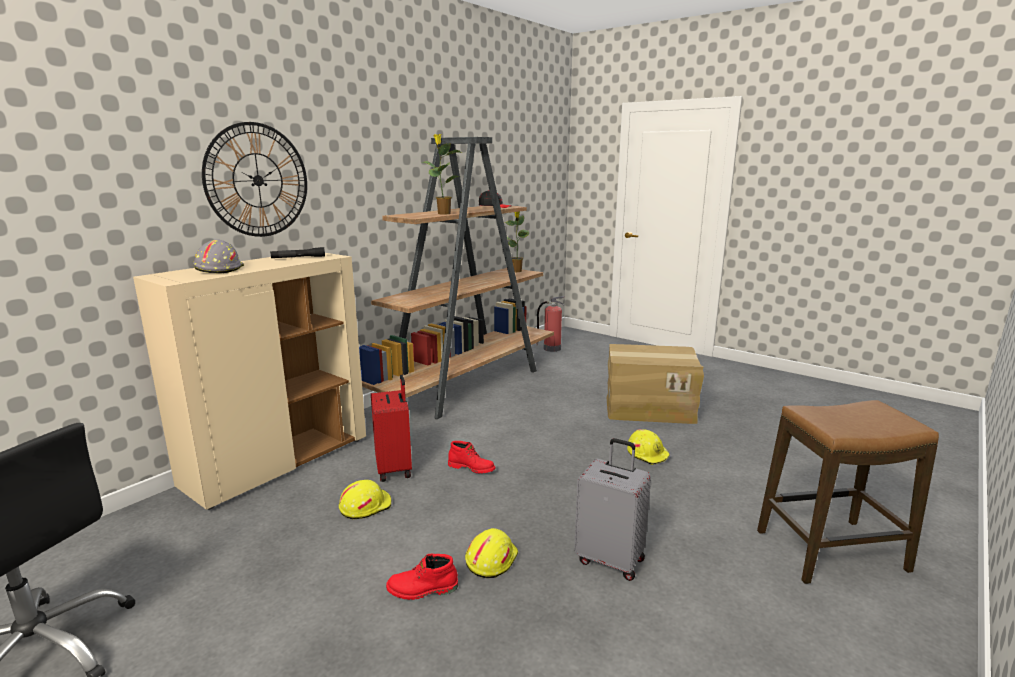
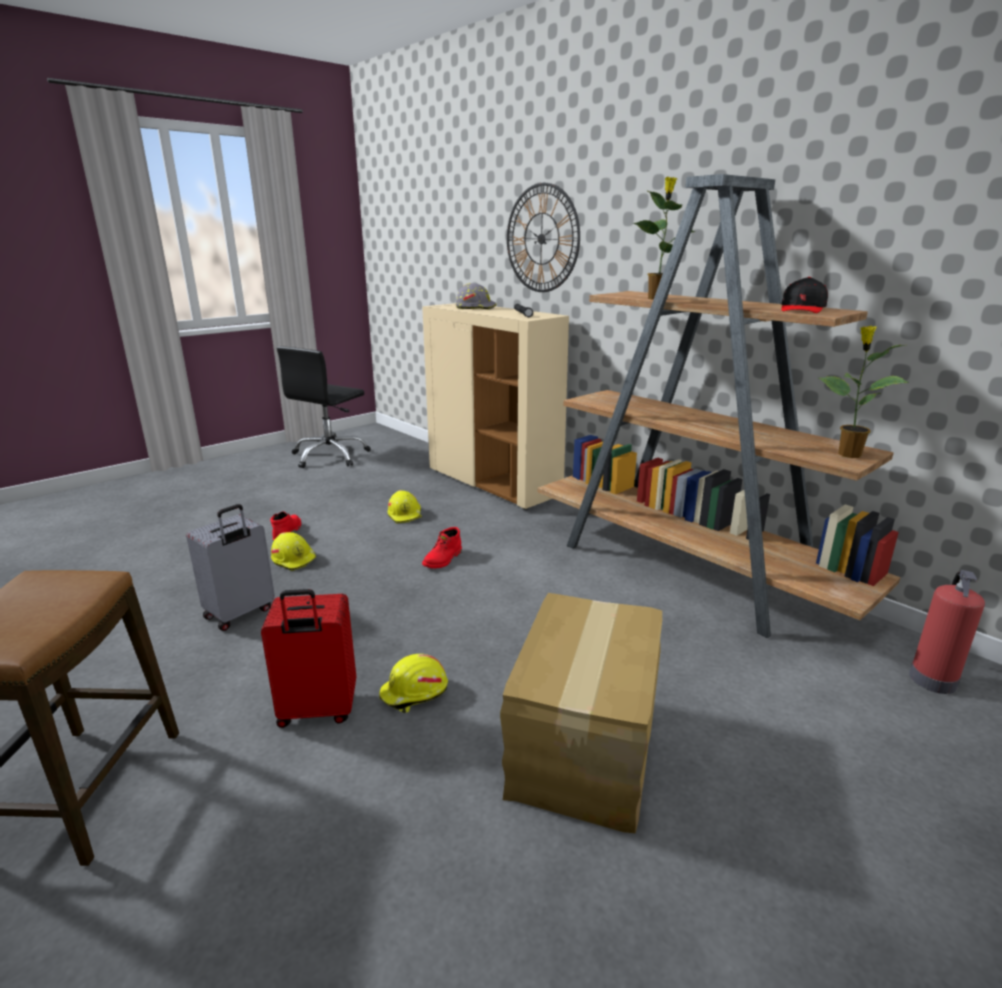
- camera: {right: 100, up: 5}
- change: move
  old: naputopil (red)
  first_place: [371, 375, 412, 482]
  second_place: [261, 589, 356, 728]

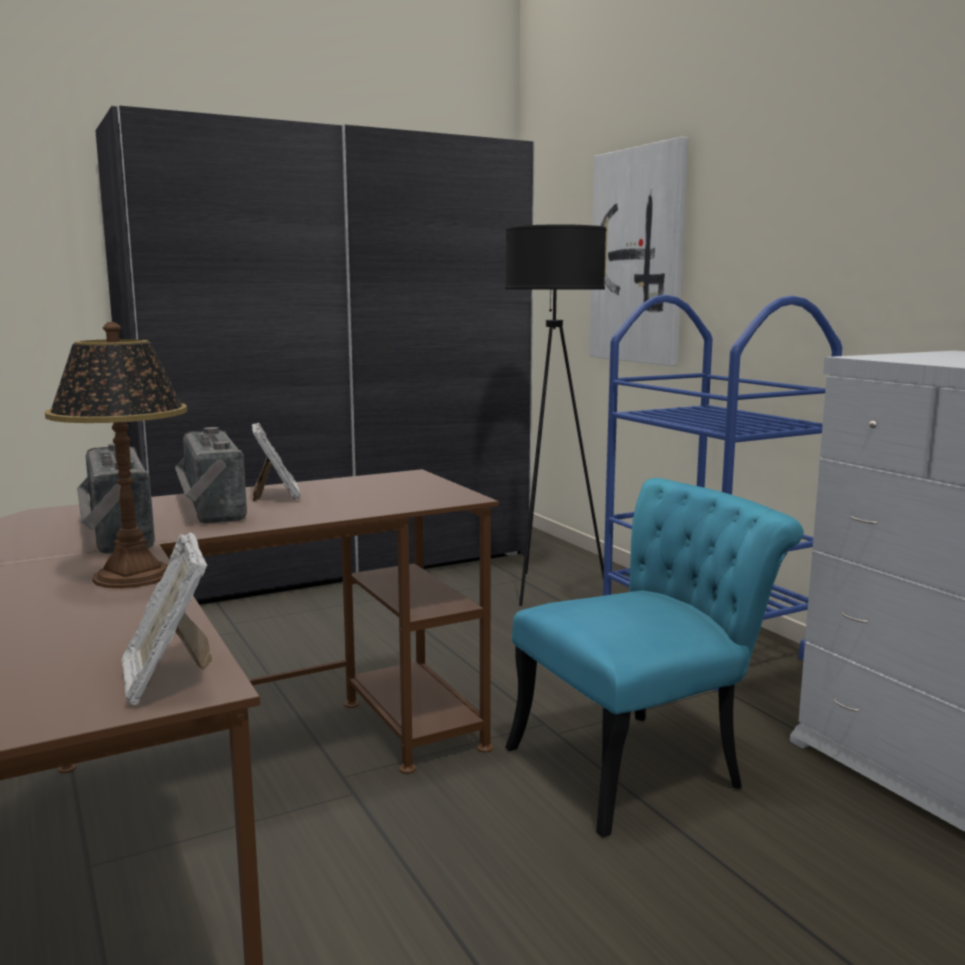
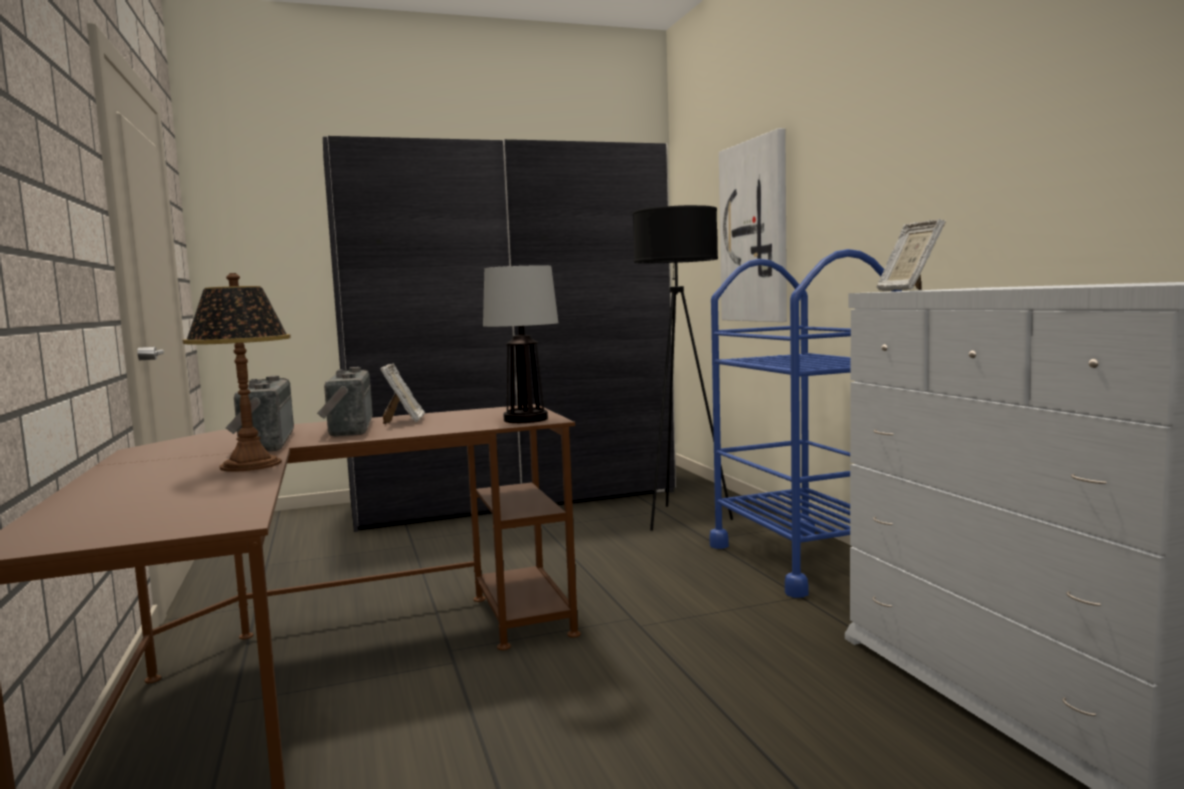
- camera: {right: 10, up: -5}
- change: insert
  new: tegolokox
  second_place: [483, 265, 558, 423]
- change: move
  old: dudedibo
  first_place: [122, 532, 212, 705]
  second_place: [876, 219, 946, 291]
- change: delete
  old: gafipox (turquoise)
  first_place: [505, 478, 804, 838]

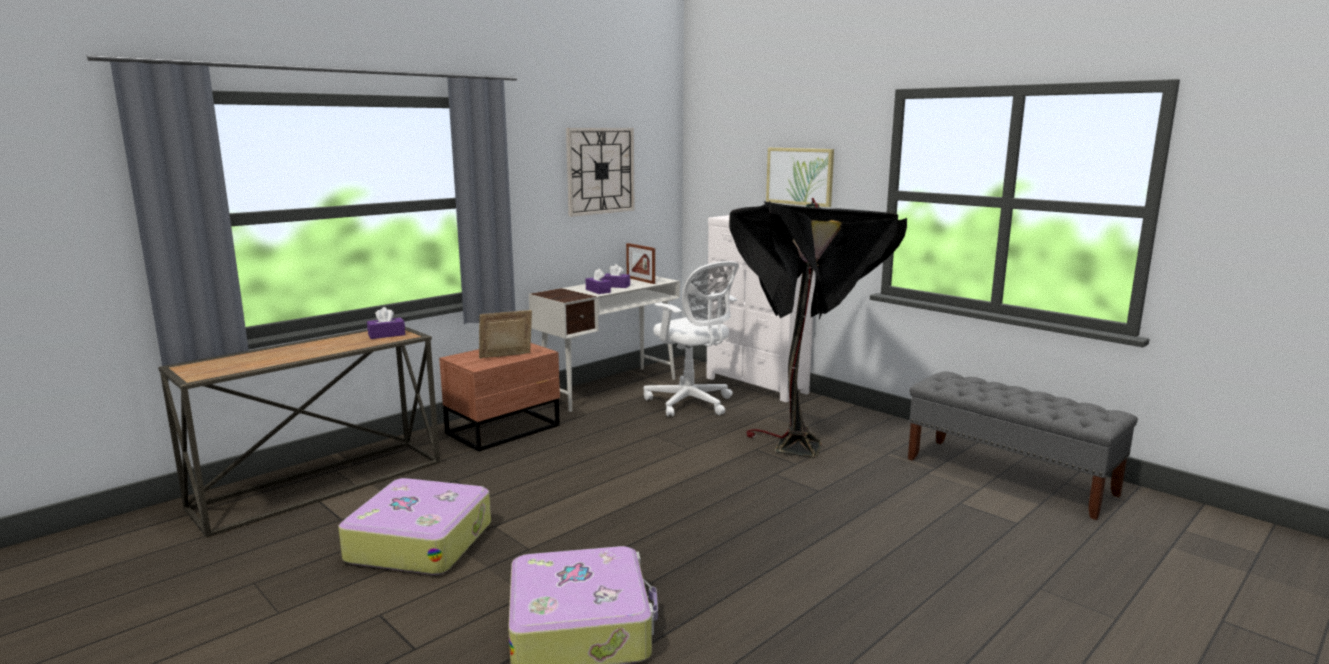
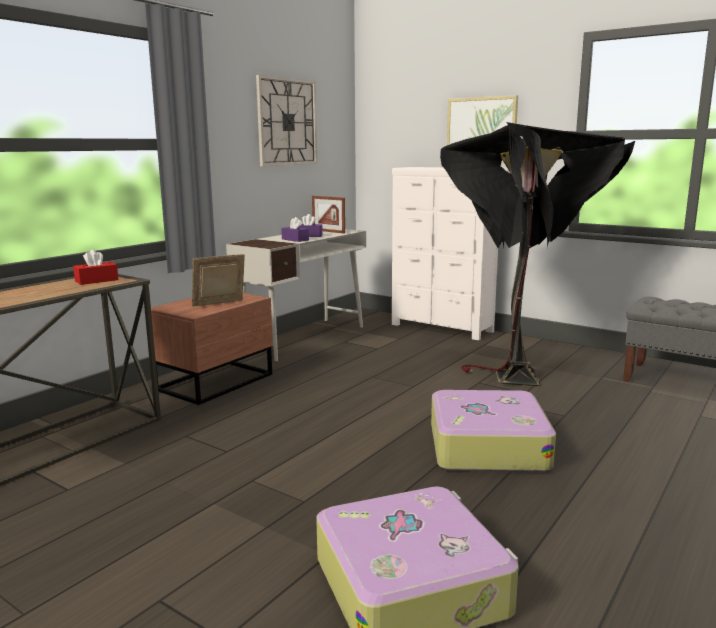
- camera: {right: -10, up: 0}
- change: recolor
  old: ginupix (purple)
  new: ginupix (red)
  first_place: [367, 307, 405, 339]
  second_place: [73, 249, 119, 285]
- change: move
  old: naputopil
  first_place: [339, 478, 491, 575]
  second_place: [431, 390, 556, 472]
- change: delete
  old: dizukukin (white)
  first_place: [643, 261, 739, 417]

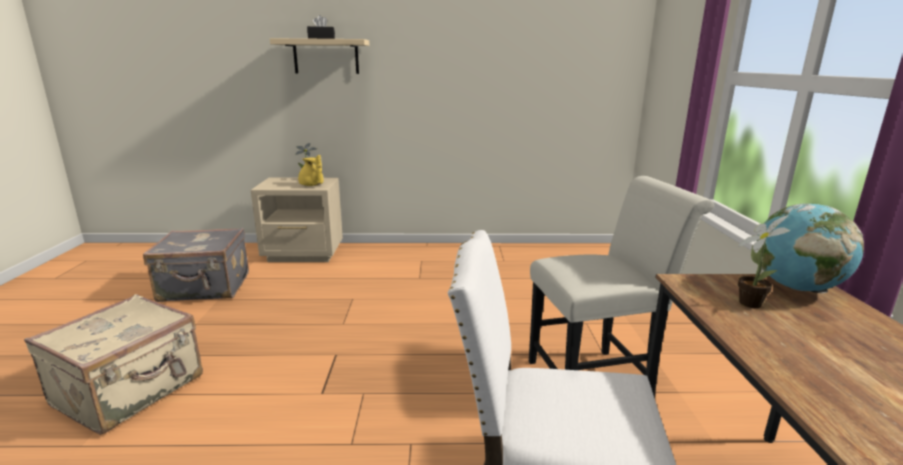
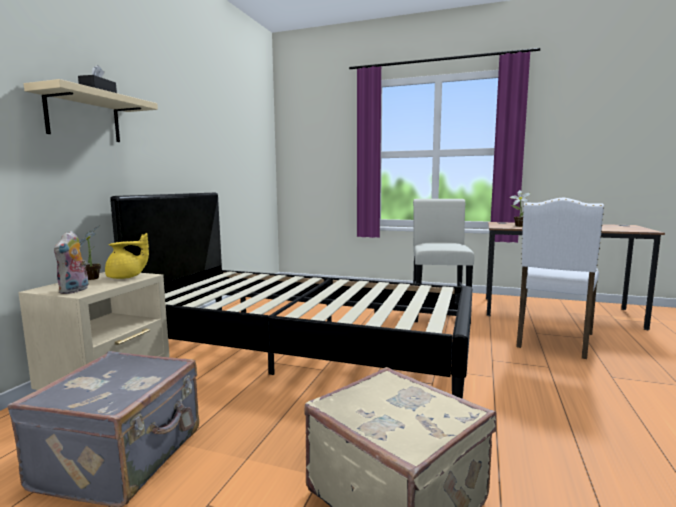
- camera: {right: -70, up: -10}
- change: insert
  new: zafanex
  second_place: [54, 231, 88, 294]
- change: insert
  new: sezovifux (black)
  second_place: [110, 193, 472, 399]
- change: delete
  old: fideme
  first_place: [756, 203, 864, 291]

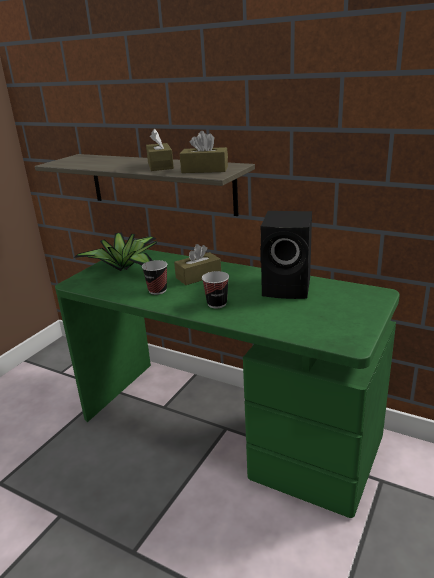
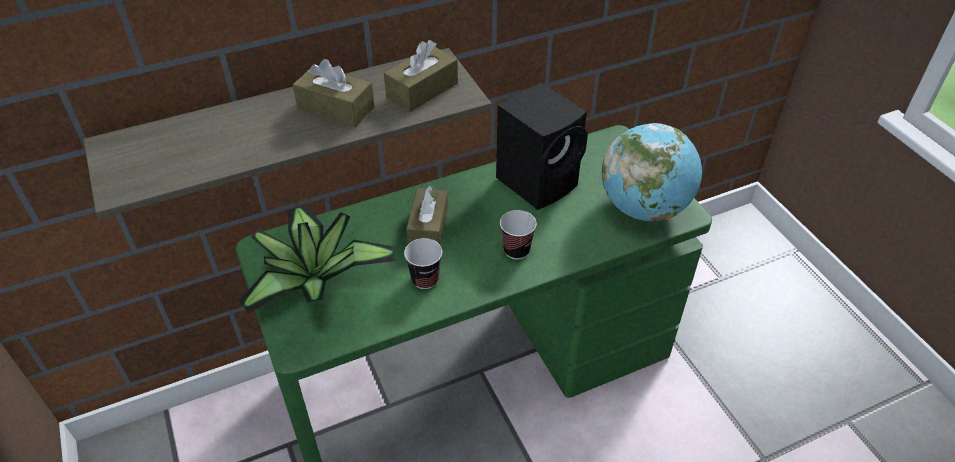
- camera: {right: -55, up: 20}
- change: insert
  new: fideme
  second_place: [602, 123, 702, 221]

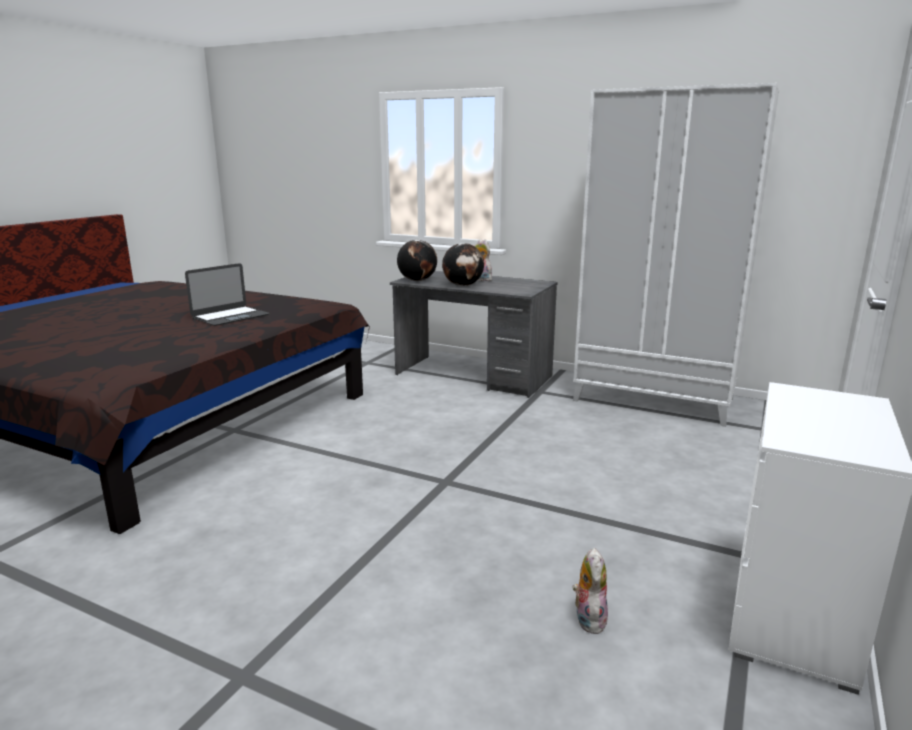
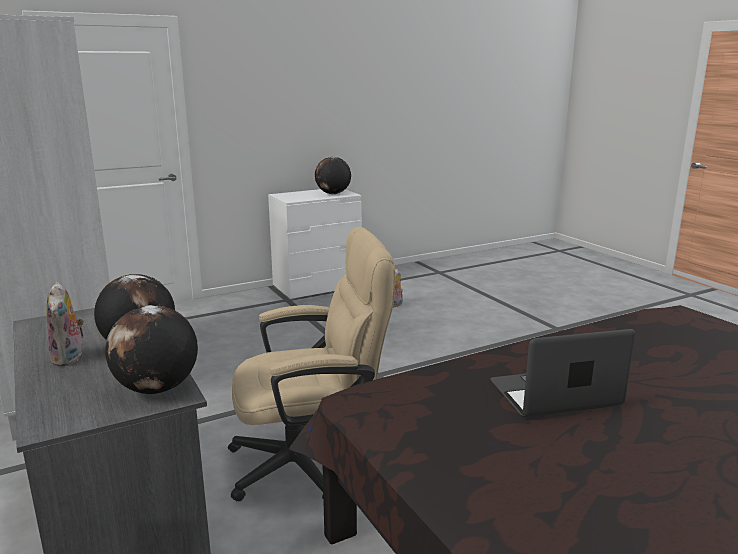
- camera: {right: -145, up: 0}
- change: insert
  new: dizukukin (beige)
  second_place: [228, 227, 395, 501]
- change: insert
  new: fideme
  second_place: [315, 157, 351, 194]

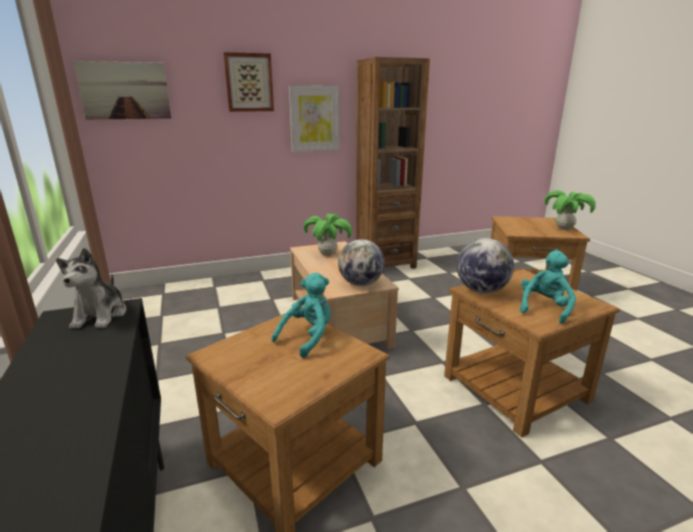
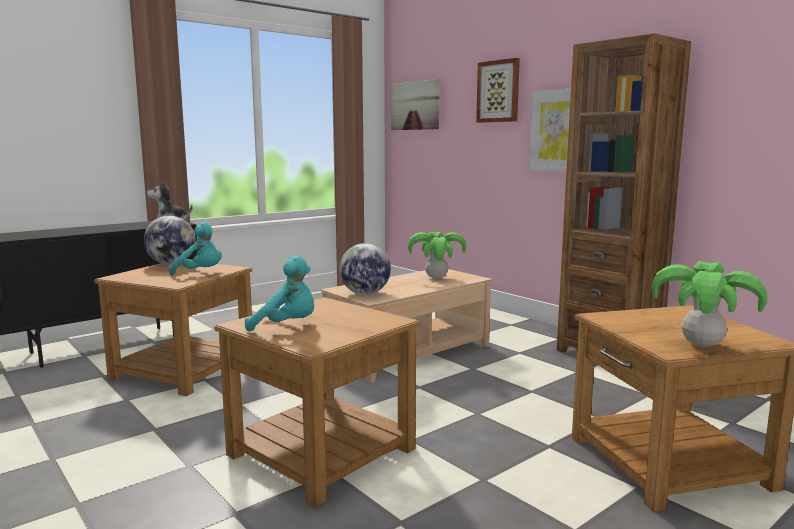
- camera: {right: 70, up: -10}
- change: move
  old: fideme
  first_place: [457, 238, 514, 293]
  second_place: [144, 216, 196, 265]

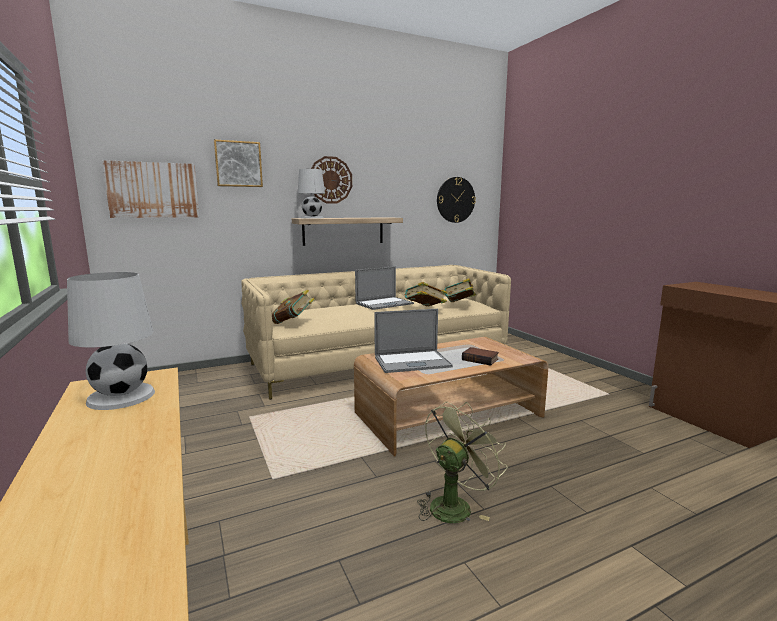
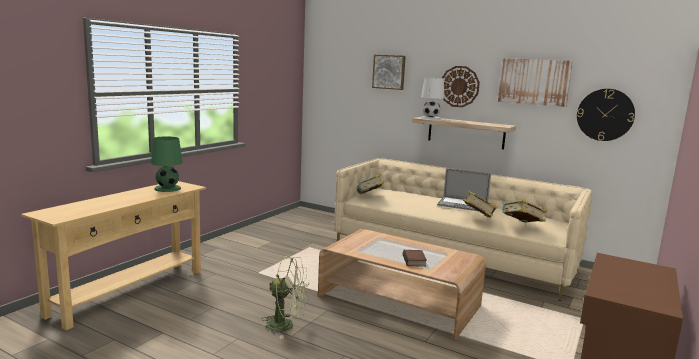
- camera: {right: 55, up: 0}
- change: recolor
  old: tegolokox (white)
  new: tegolokox (green)
  first_place: [67, 272, 155, 410]
  second_place: [151, 136, 183, 192]
- change: move
  old: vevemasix
  first_place: [102, 160, 199, 218]
  second_place: [498, 58, 573, 107]
- change: delete
  old: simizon
  first_place: [374, 309, 453, 373]

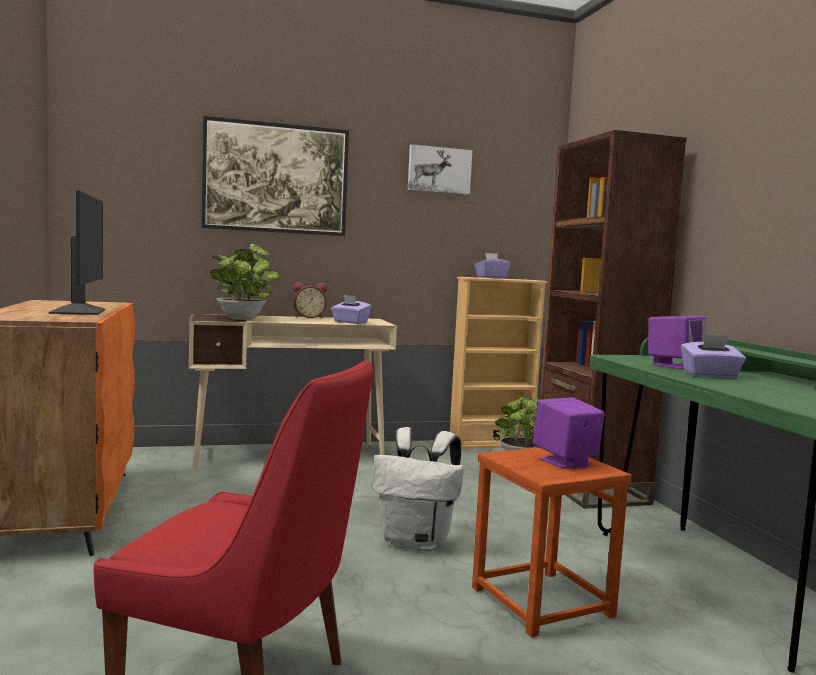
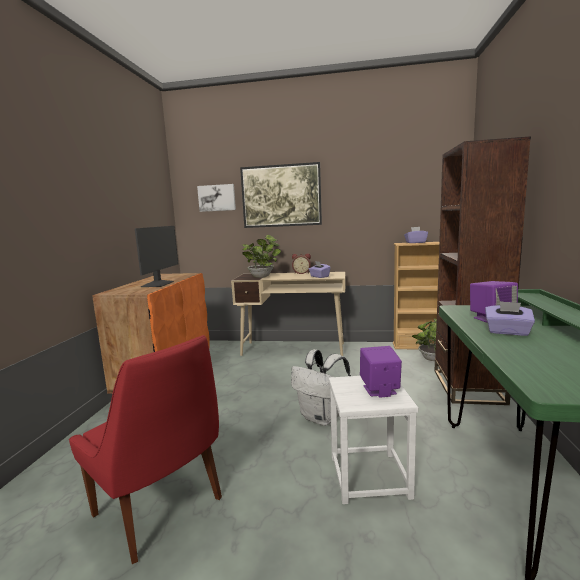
- camera: {right: 25, up: 5}
- change: move
  old: vevemasix
  first_place: [408, 144, 472, 195]
  second_place: [197, 184, 236, 212]
- change: recolor
  old: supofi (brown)
  new: supofi (white)
  first_place: [472, 447, 632, 638]
  second_place: [329, 376, 418, 504]

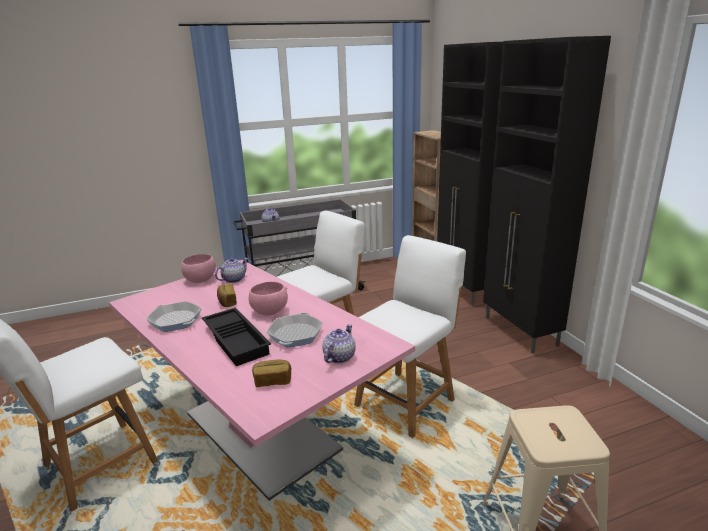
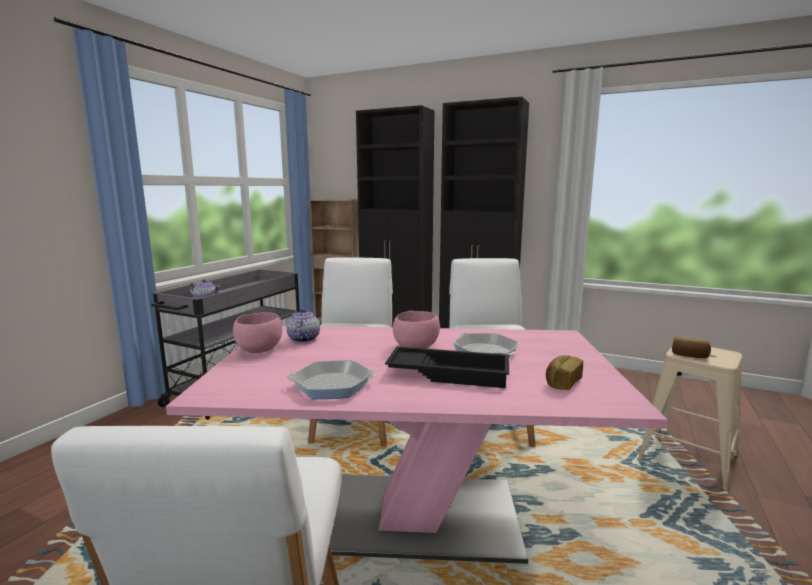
- camera: {right: -45, up: -10}
- change: move
  old: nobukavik
  first_place: [217, 284, 237, 307]
  second_place: [672, 337, 711, 358]
- change: delete
  old: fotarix
  first_place: [323, 324, 356, 363]

